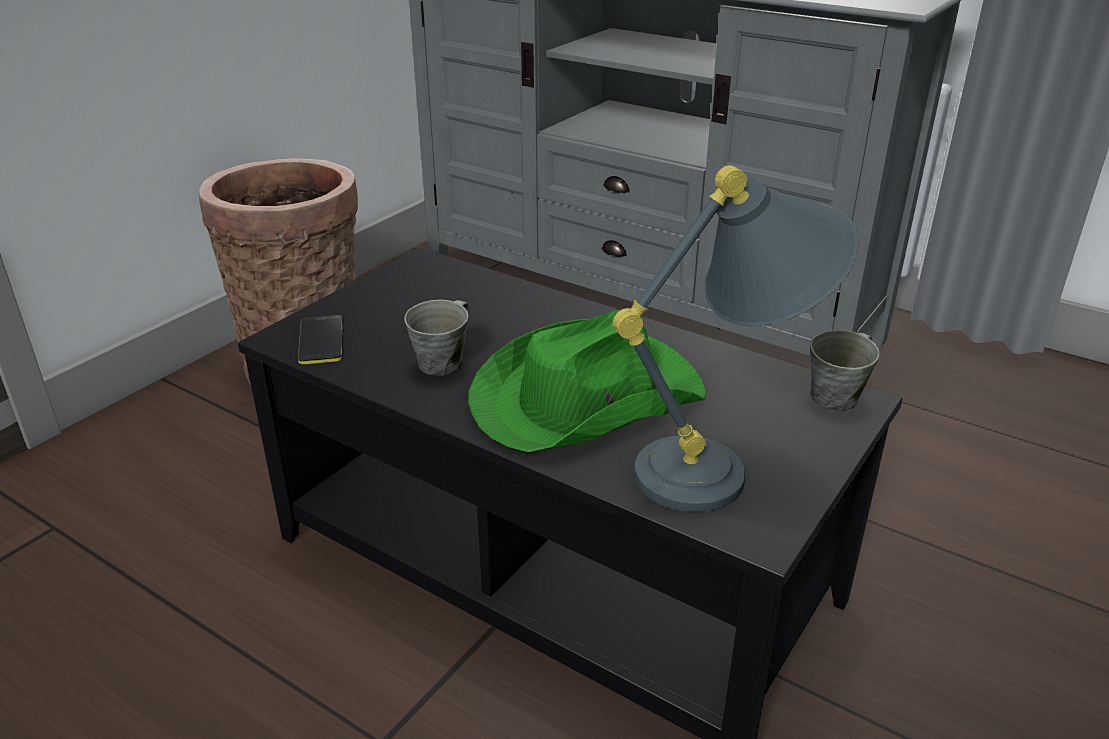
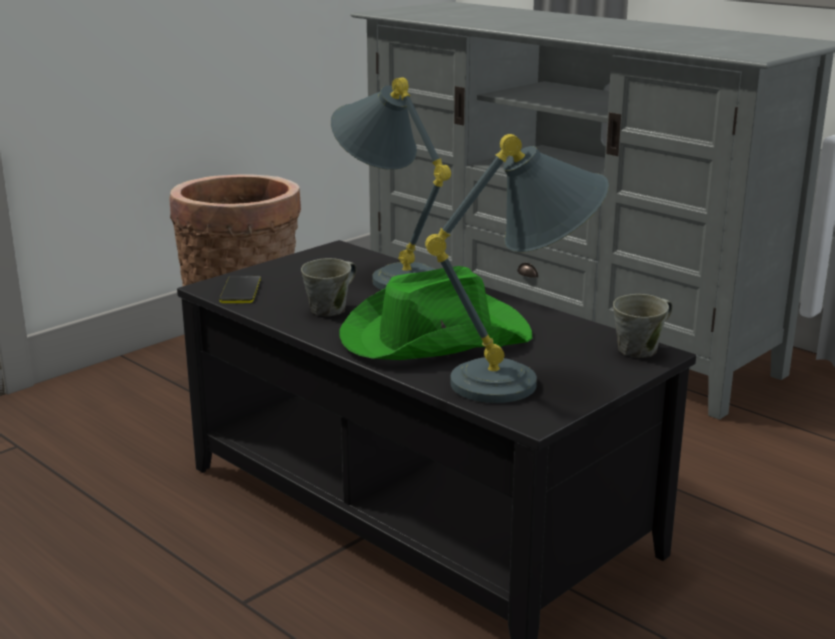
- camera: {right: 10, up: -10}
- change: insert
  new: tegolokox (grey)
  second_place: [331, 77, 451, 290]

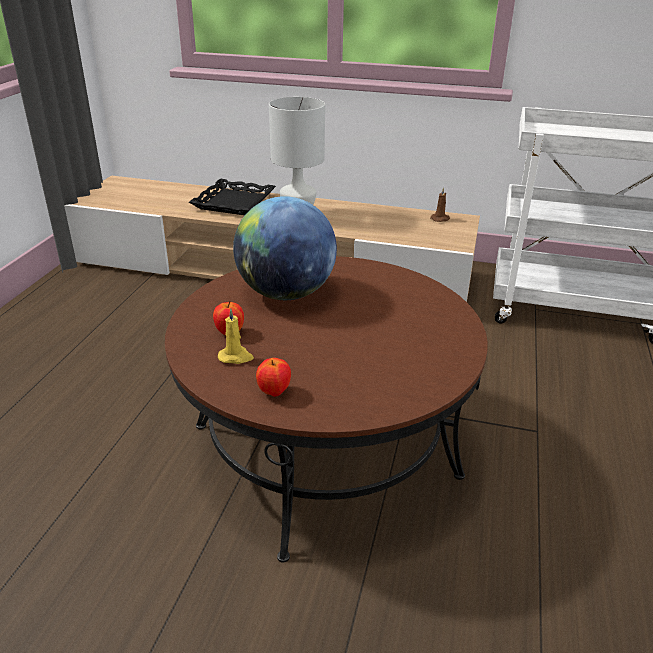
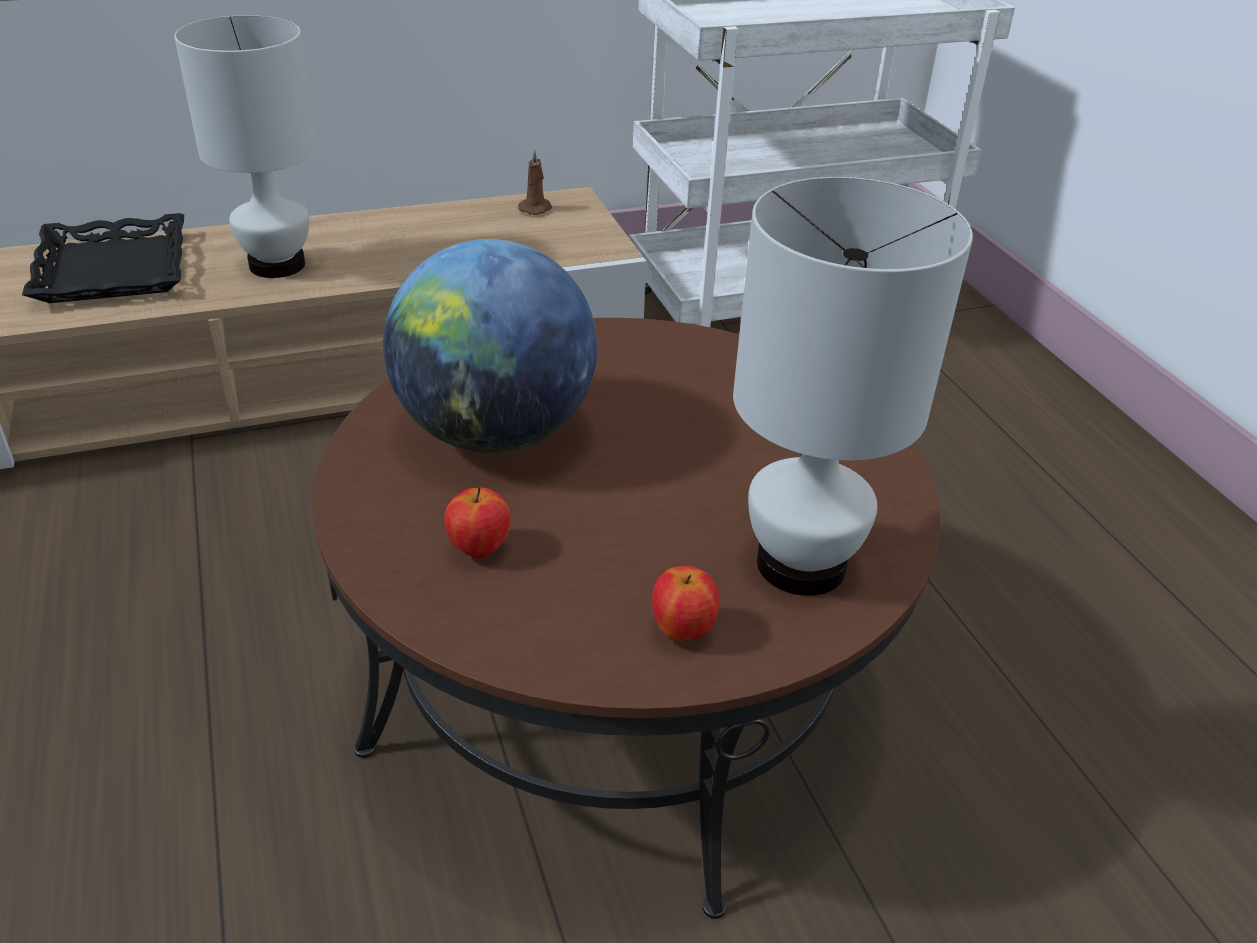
- camera: {right: -35, up: 5}
- change: insert
  new: tegolokox (white)
  second_place: [733, 177, 973, 596]
- change: delete
  old: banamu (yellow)
  first_place: [218, 308, 254, 364]

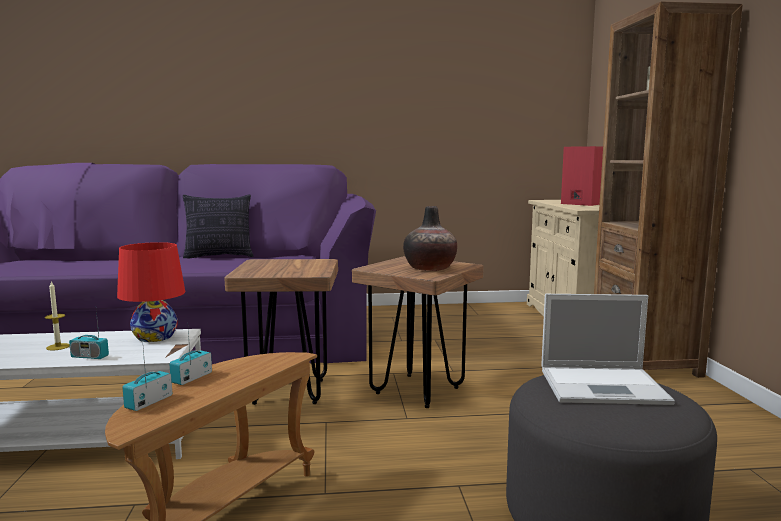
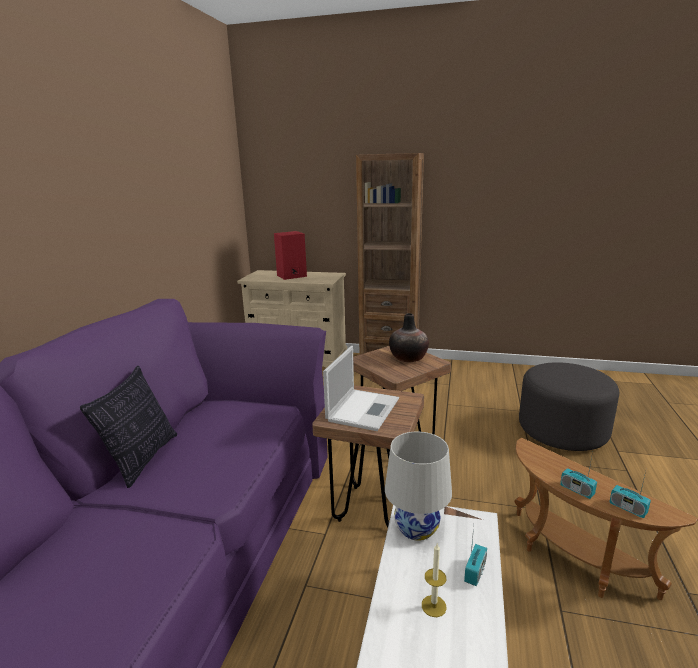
- camera: {right: -70, up: 10}
- change: move
  old: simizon
  first_place: [541, 294, 675, 405]
  second_place: [323, 346, 399, 431]
- change: recolor
  old: tegolokox (red)
  new: tegolokox (white)
  first_place: [117, 242, 185, 342]
  second_place: [385, 432, 452, 541]

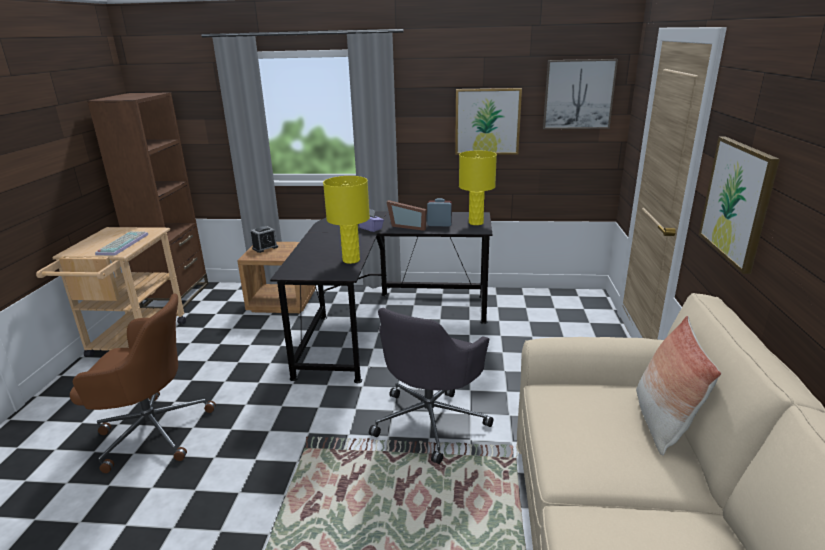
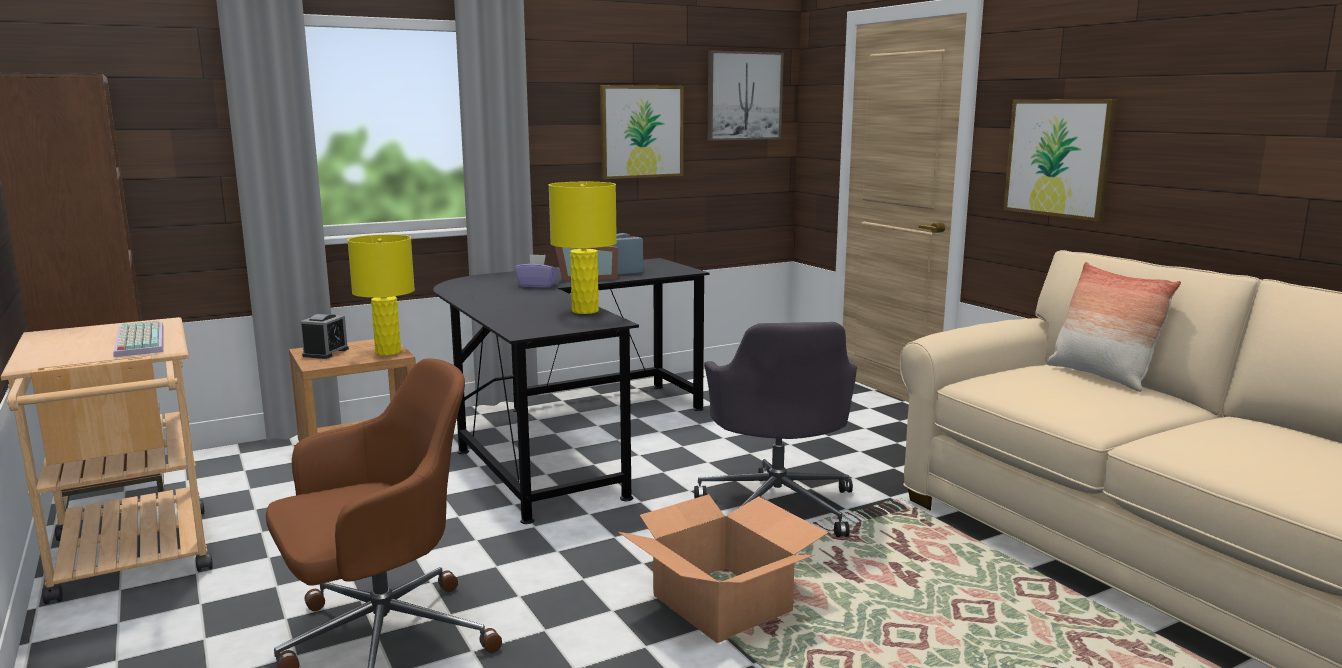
- camera: {right: -35, up: -10}
- change: move
  old: tegolokox (yellow)
  first_place: [459, 151, 497, 225]
  second_place: [347, 234, 415, 356]
- change: insert
  new: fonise
  second_place: [618, 494, 828, 643]

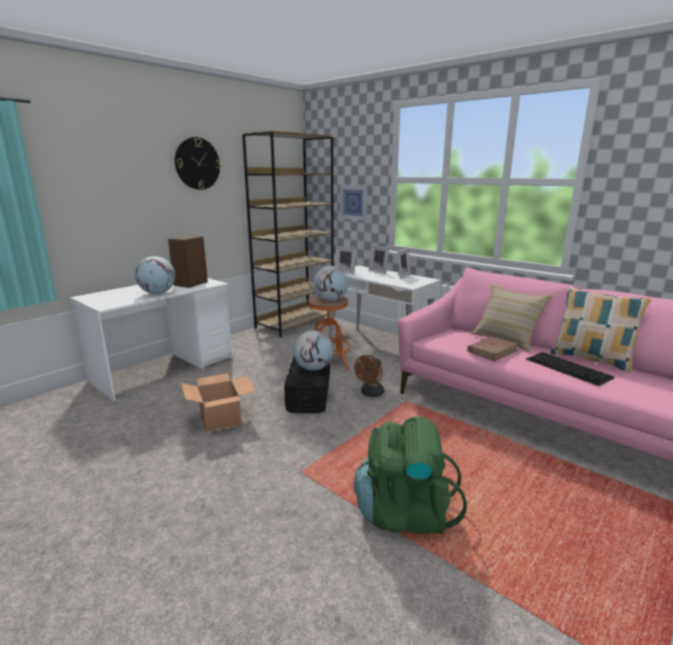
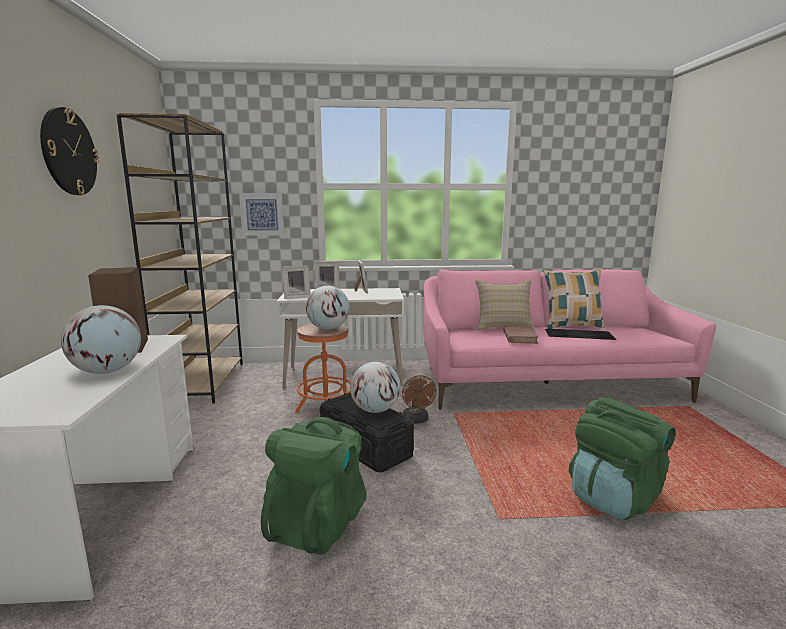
- camera: {right: -45, up: -5}
- change: replace
  old: fonise
  new: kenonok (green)
  first_place: [181, 373, 256, 432]
  second_place: [261, 417, 366, 555]

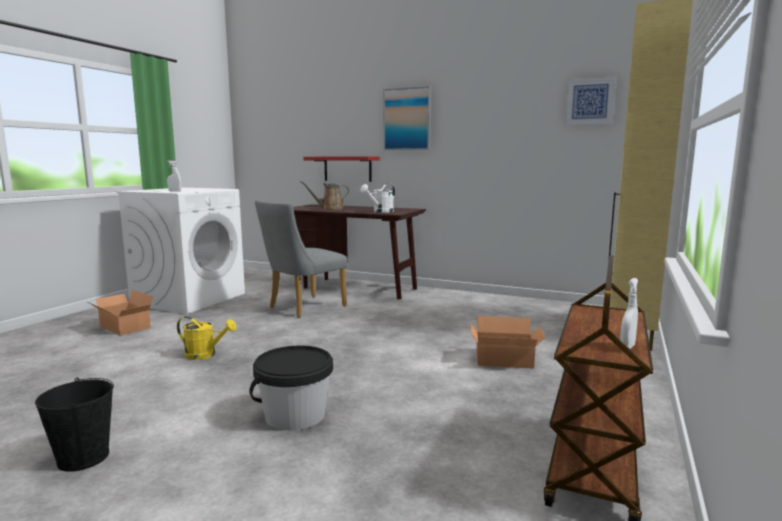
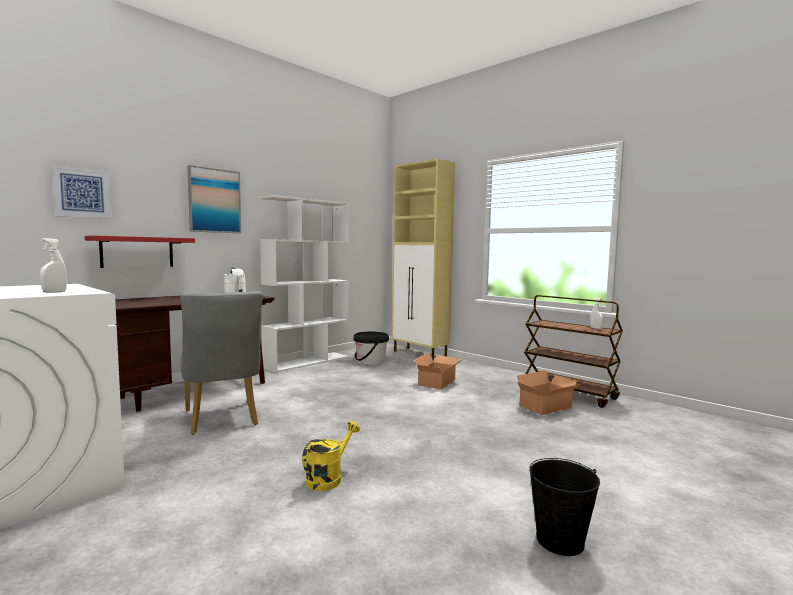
- camera: {right: -70, up: -5}
- change: move
  old: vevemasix
  first_place: [565, 77, 616, 125]
  second_place: [50, 164, 112, 219]
- change: insert
  new: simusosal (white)
  second_place: [260, 195, 349, 373]
- change: move
  old: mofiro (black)
  first_place: [249, 345, 333, 431]
  second_place: [354, 332, 389, 365]
- change: move
  old: fonise
  first_place: [86, 290, 153, 336]
  second_place: [517, 371, 581, 415]
- change: delete
  old: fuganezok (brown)
  first_place: [300, 181, 349, 210]

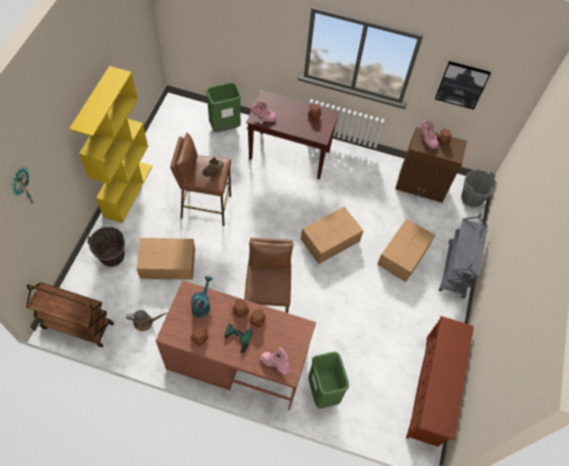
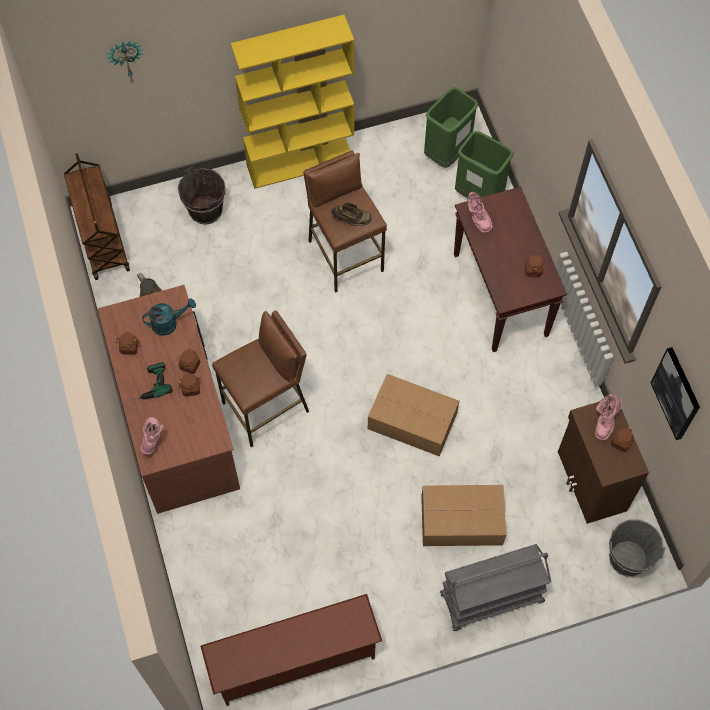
- camera: {right: 60, up: 5}
- change: move
  old: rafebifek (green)
  first_place: [308, 351, 349, 409]
  second_place: [424, 87, 478, 168]
- change: delete
  old: fonise
  first_place: [137, 238, 195, 280]

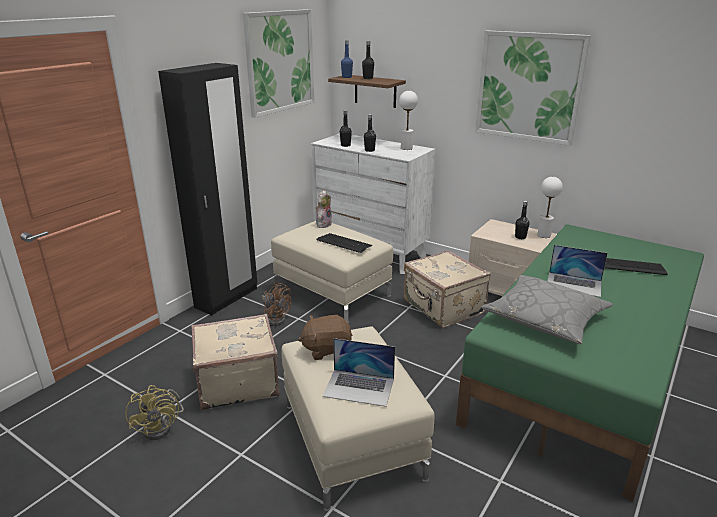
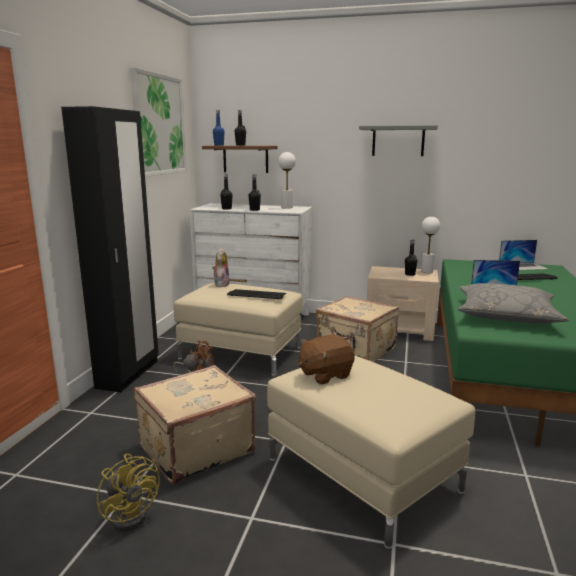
- camera: {right: -20, up: -10}
- change: replace
  old: vevemasix
  new: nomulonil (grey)
  first_place: [475, 30, 591, 146]
  second_place: [359, 125, 438, 156]
- change: move
  old: simizon
  first_place: [323, 338, 395, 407]
  second_place: [499, 240, 548, 270]

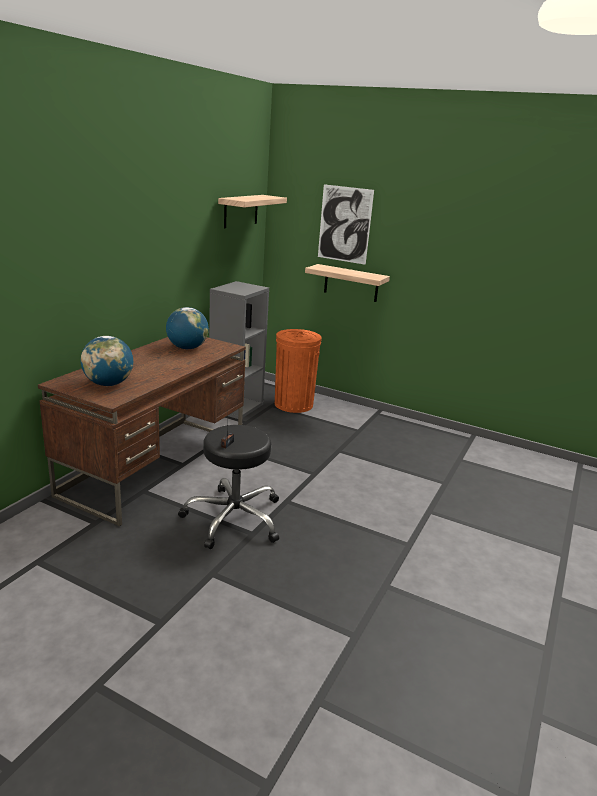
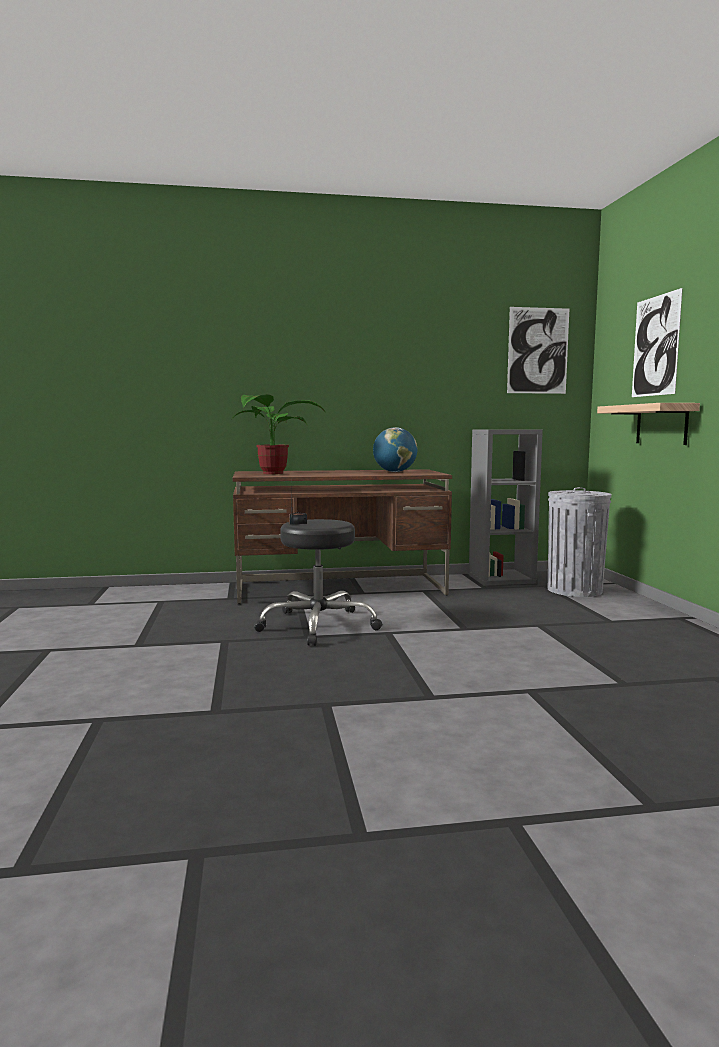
- camera: {right: 55, up: -15}
- change: replace
  old: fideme
  new: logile
  first_place: [81, 336, 133, 386]
  second_place: [231, 394, 325, 474]
- change: replace
  old: nomulonil
  new: vevemasix
  first_place: [218, 195, 287, 229]
  second_place: [507, 307, 569, 394]
- change: recolor
  old: rafebifek (orange)
  new: rafebifek (grey)
  first_place: [275, 329, 322, 413]
  second_place: [548, 487, 611, 597]

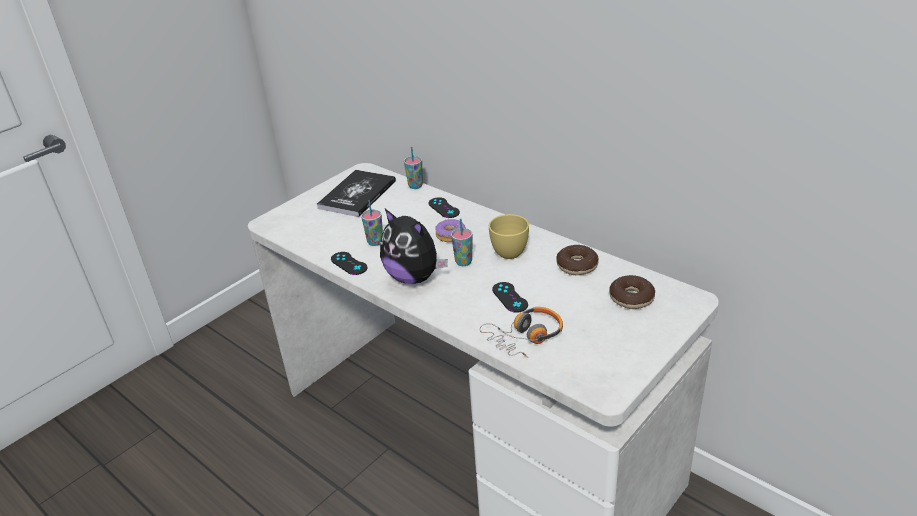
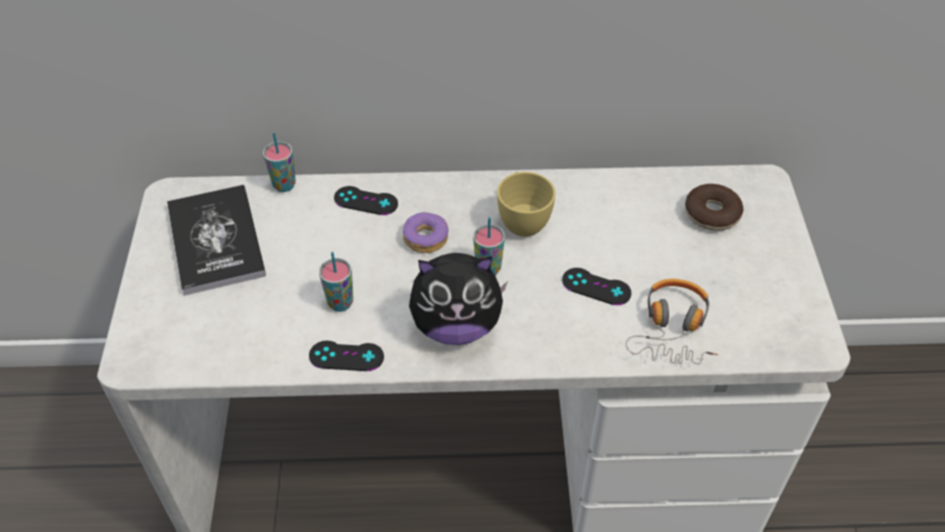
- camera: {right: -45, up: 15}
- change: delete
  old: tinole
  first_place: [556, 245, 599, 275]

